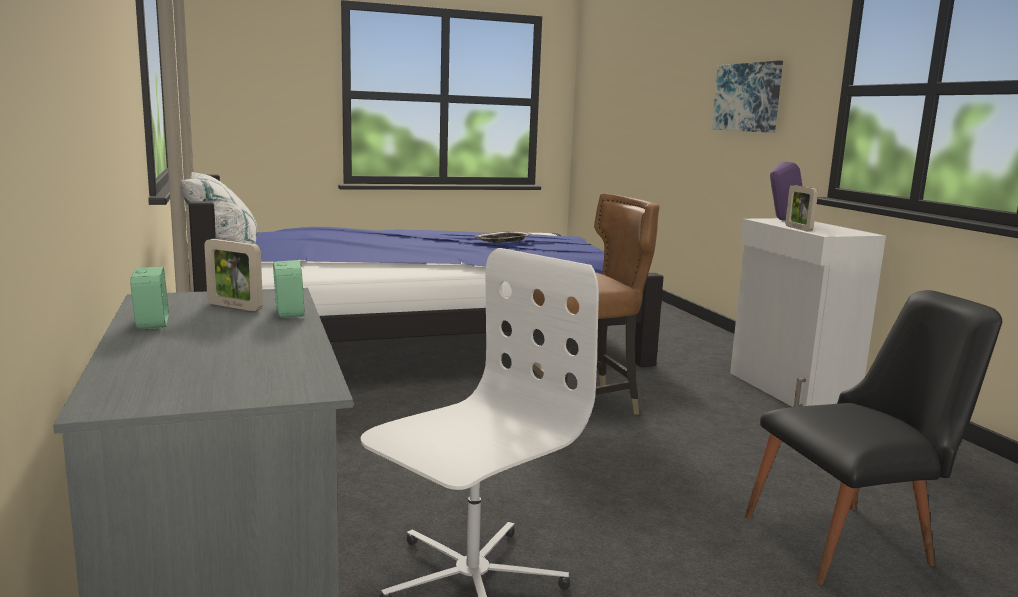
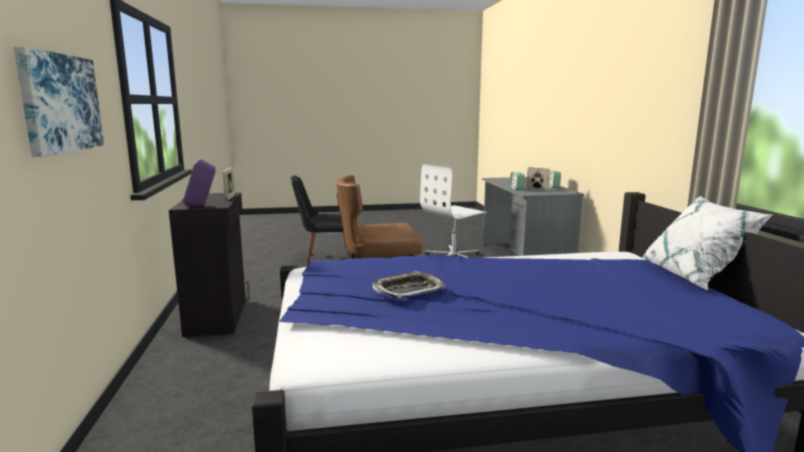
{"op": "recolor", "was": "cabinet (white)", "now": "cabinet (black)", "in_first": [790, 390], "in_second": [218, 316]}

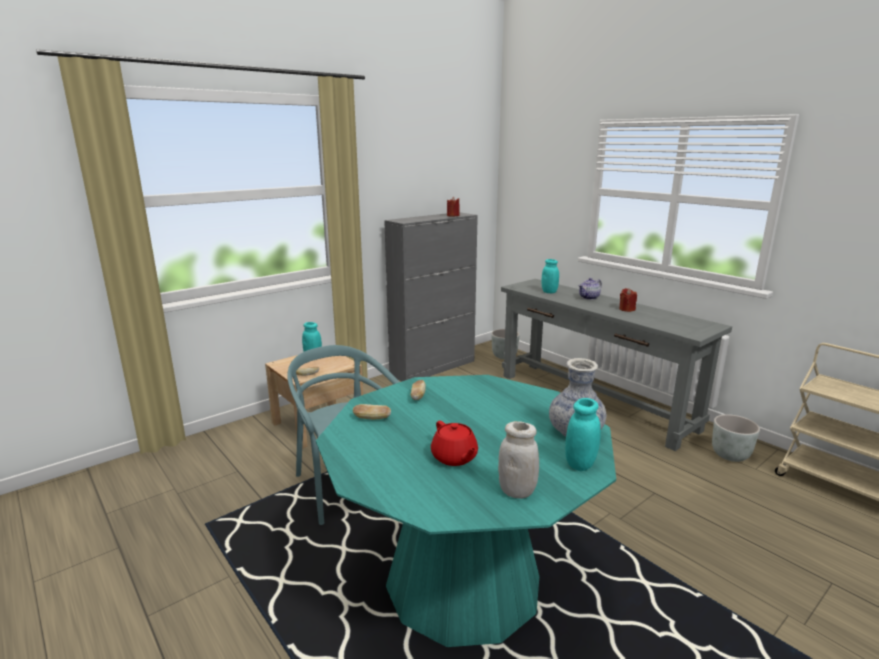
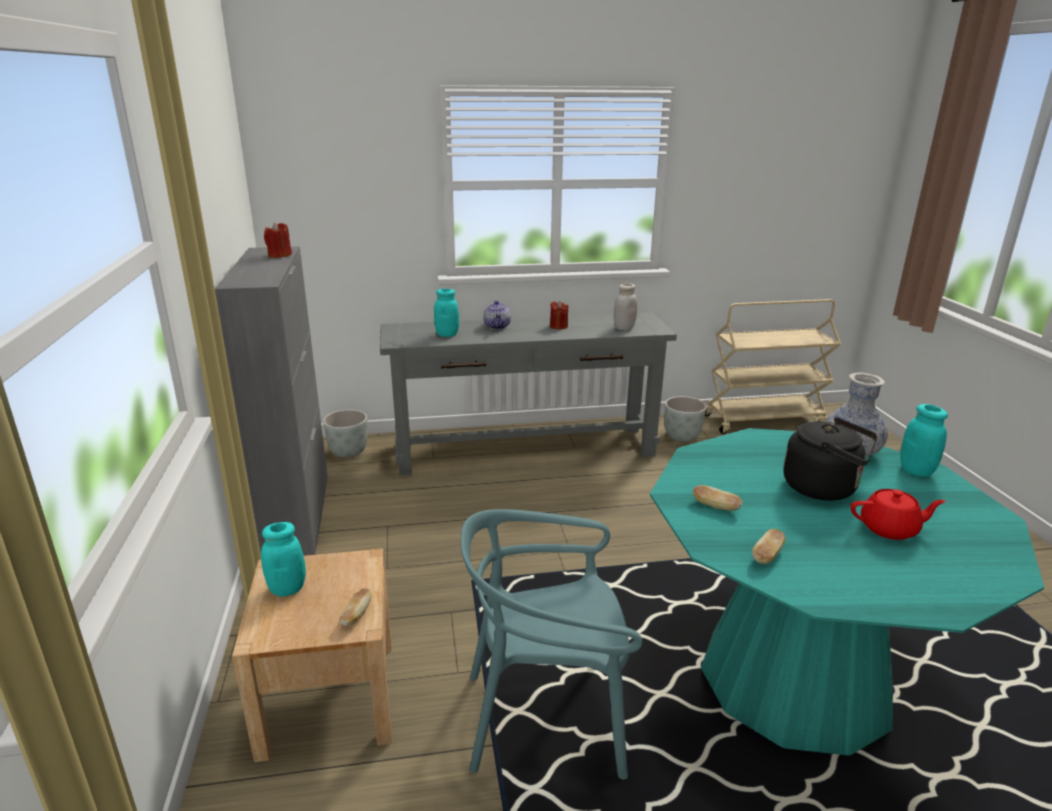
{"op": "move", "was": "jar (white)", "in_first": [517, 491], "in_second": [624, 328]}
{"op": "insert", "now": "kettle (black)", "in_second": [824, 488]}

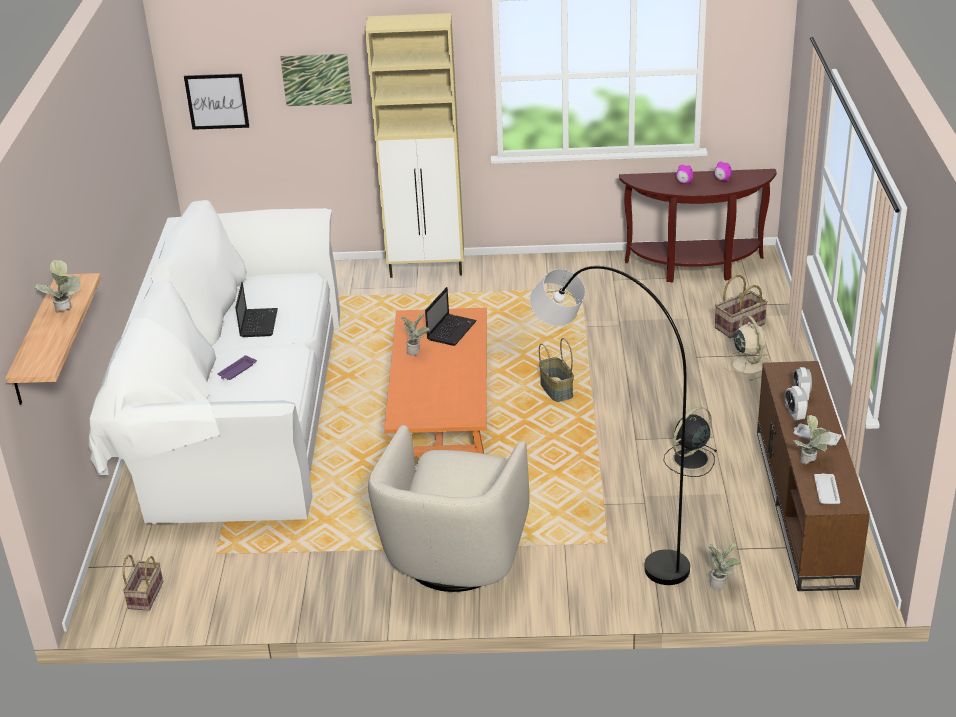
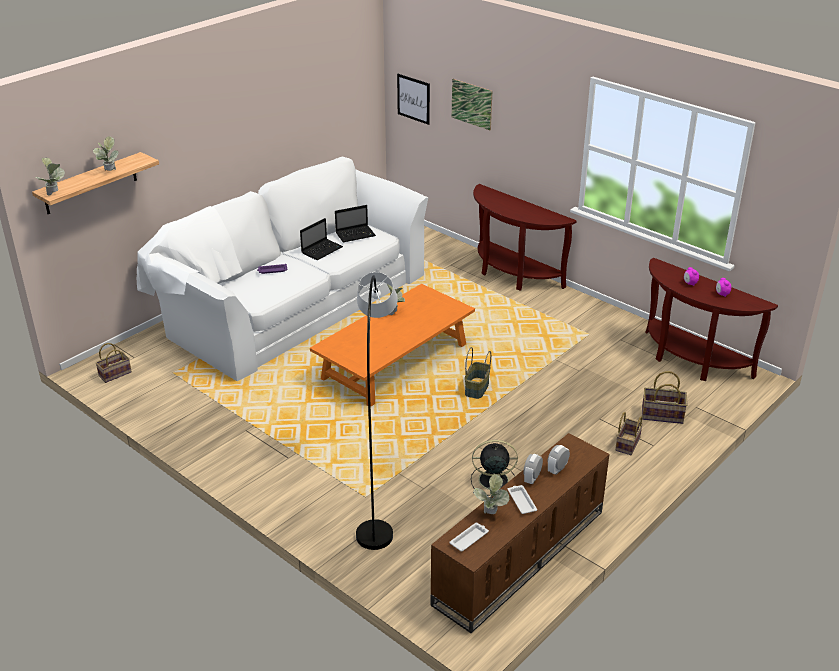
{"op": "move", "was": "potted plant", "in_first": [721, 584], "in_second": [55, 194]}
{"op": "move", "was": "laptop", "in_first": [451, 330], "in_second": [356, 234]}
{"op": "replace", "was": "cabinet (beige)", "now": "console table (brown)", "in_first": [427, 269], "in_second": [512, 274]}
{"op": "replace", "was": "fan (beige)", "now": "basket", "in_first": [747, 364], "in_second": [627, 443]}
{"op": "delete", "was": "armchair (beige)", "in_first": [455, 558]}

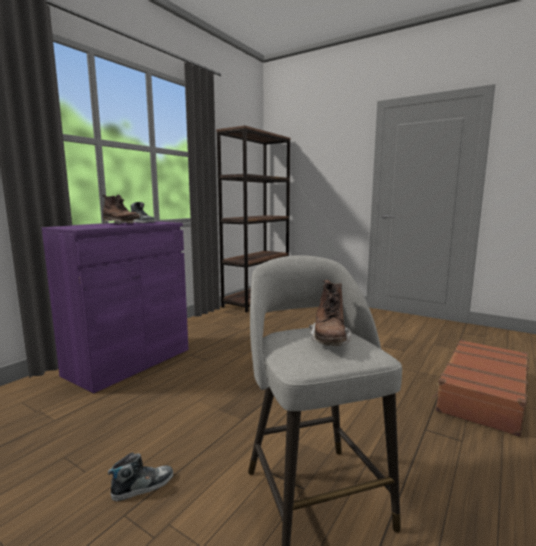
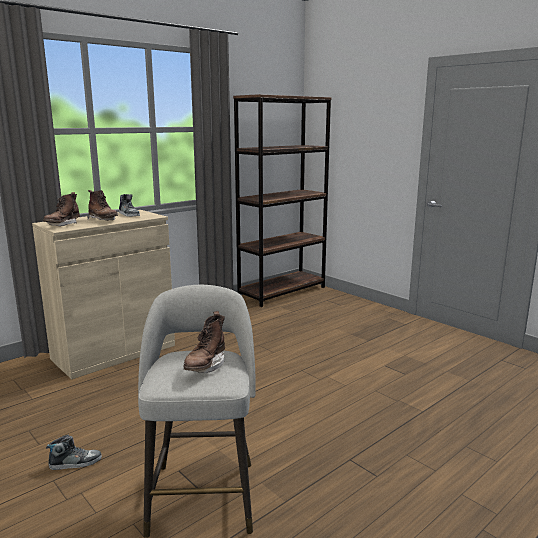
{"op": "recolor", "was": "cabinet (purple)", "now": "cabinet (beige)", "in_first": [129, 362], "in_second": [114, 352]}
{"op": "insert", "now": "boot (brown)", "in_second": [62, 225]}
{"op": "delete", "was": "suitcase (brown)", "in_first": [481, 394]}

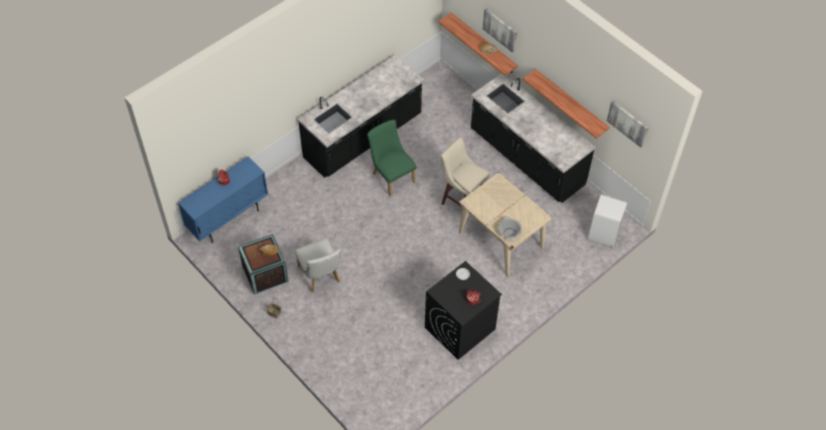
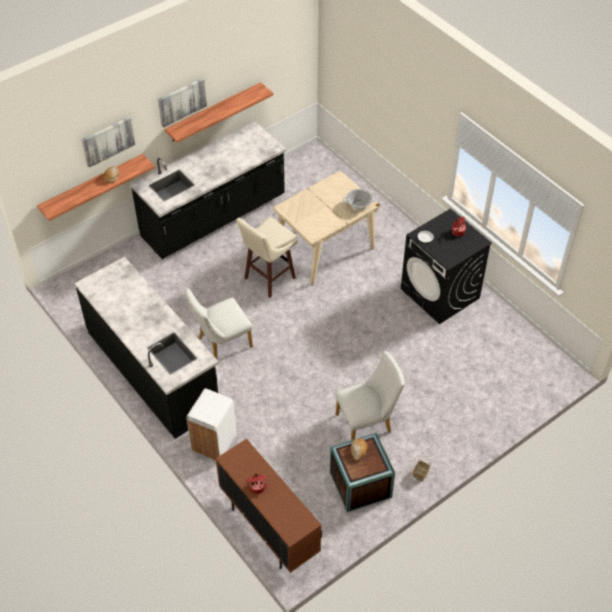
{"op": "move", "was": "picture", "in_first": [628, 123], "in_second": [182, 101]}
{"op": "recolor", "was": "chair (green)", "now": "chair (white)", "in_first": [391, 176], "in_second": [221, 343]}
{"op": "move", "was": "trash can (white)", "in_first": [603, 235], "in_second": [215, 443]}
{"op": "recolor", "was": "cabinet (blue)", "now": "cabinet (brown)", "in_first": [228, 219], "in_second": [269, 529]}

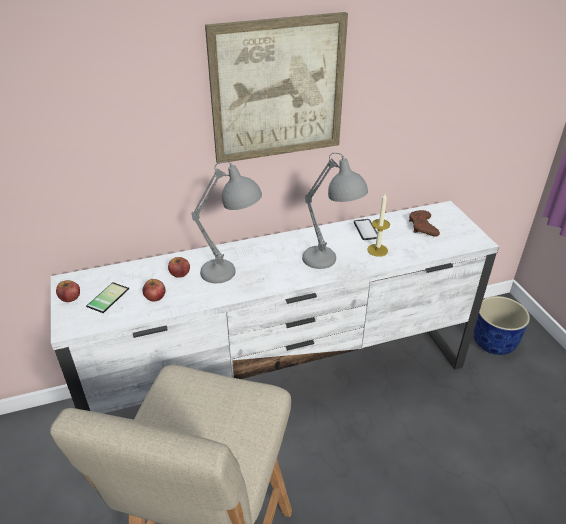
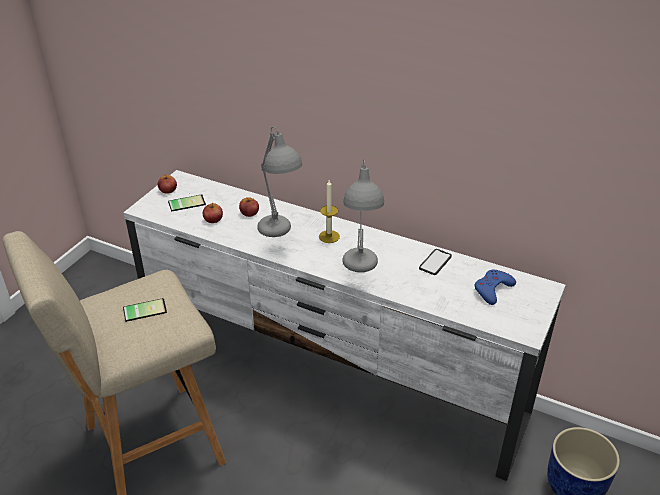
{"op": "insert", "now": "phone", "in_second": [144, 308]}
{"op": "move", "was": "candle", "in_first": [377, 250], "in_second": [329, 236]}
{"op": "recolor", "was": "game controller (brown)", "now": "game controller (blue)", "in_first": [422, 226], "in_second": [492, 289]}
{"op": "delete", "was": "picture", "in_first": [278, 90]}

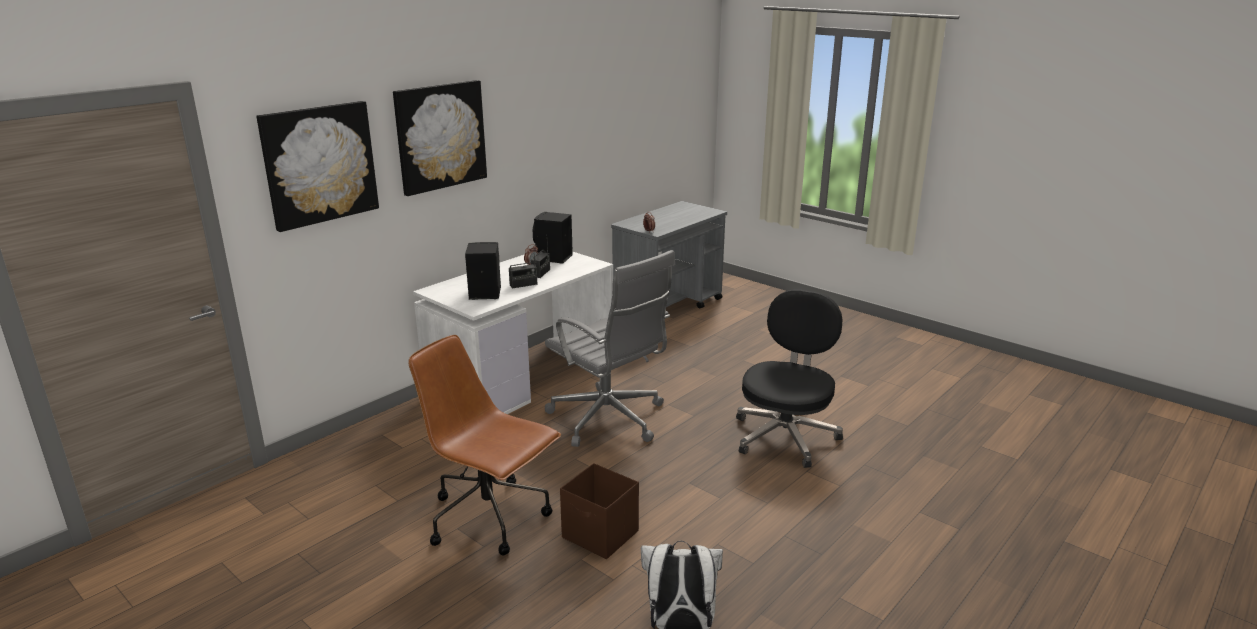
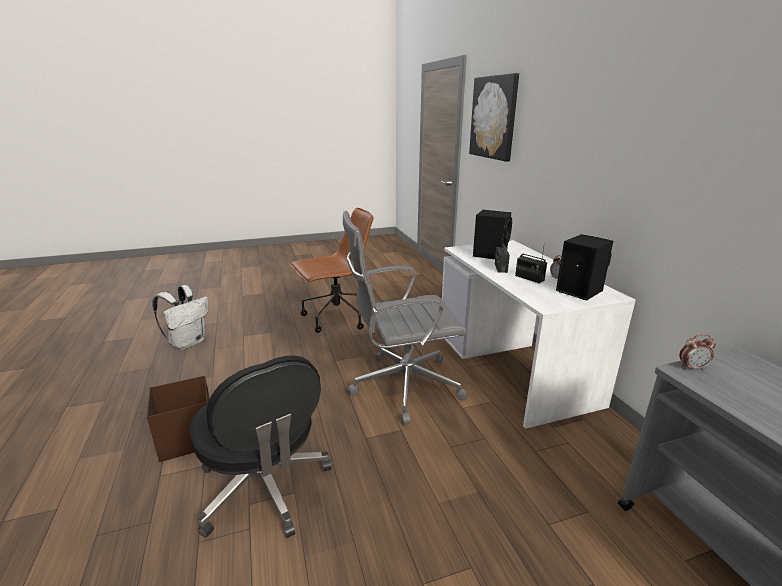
{"op": "move", "was": "storage box (brown)", "in_first": [600, 535], "in_second": [187, 438]}
{"op": "delete", "was": "picture", "in_first": [440, 136]}

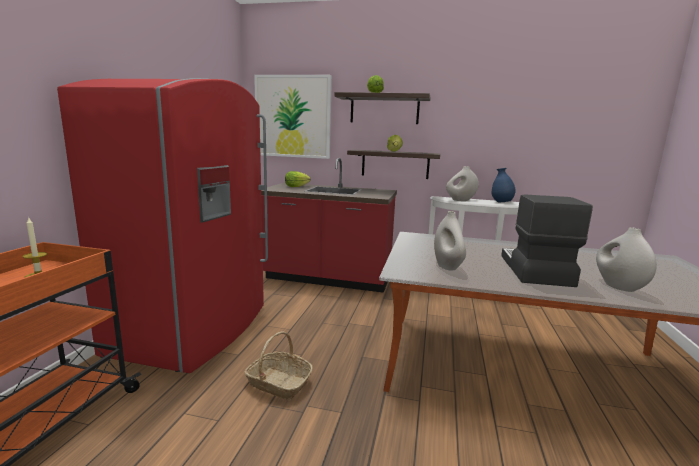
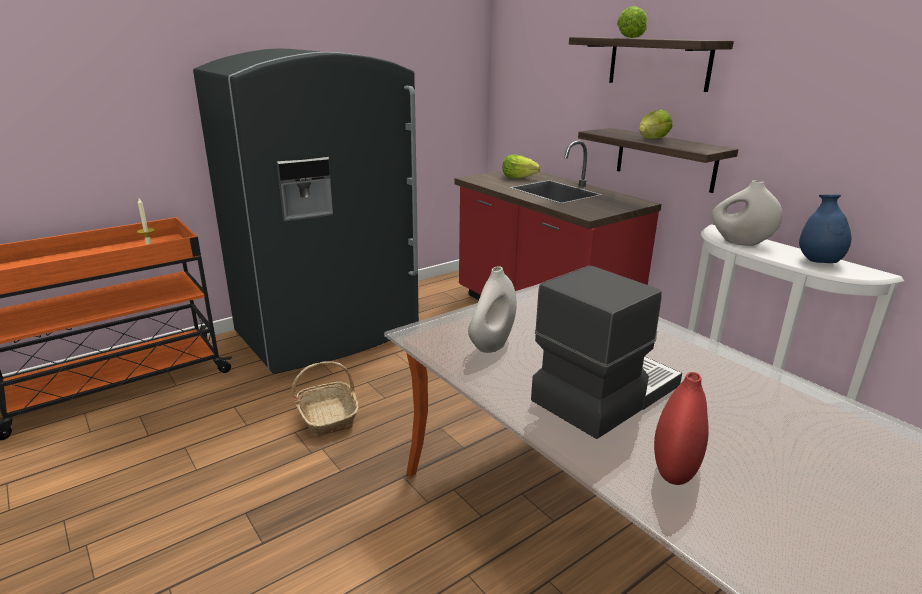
{"op": "recolor", "was": "fridge (red)", "now": "fridge (grey)", "in_first": [194, 330], "in_second": [329, 333]}
{"op": "recolor", "was": "vase (white)", "now": "vase (red)", "in_first": [618, 286], "in_second": [675, 468]}
{"op": "delete", "was": "picture", "in_first": [293, 117]}

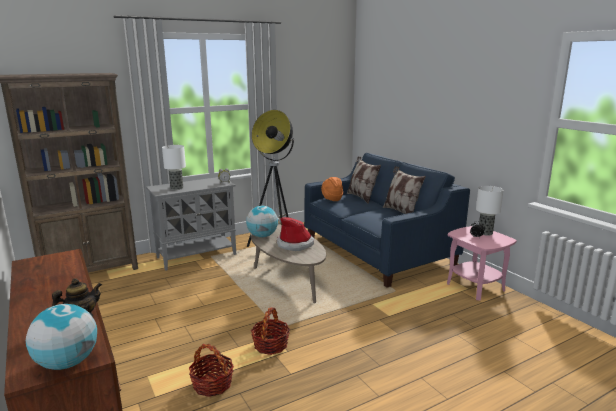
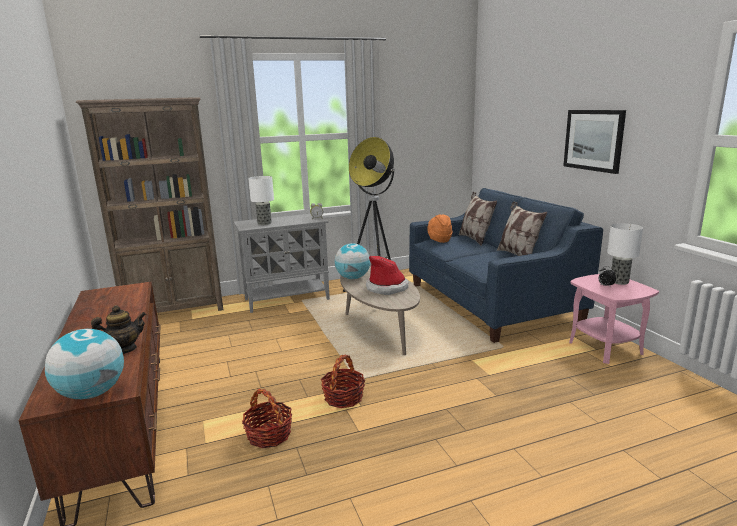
{"op": "insert", "now": "picture", "in_second": [593, 140]}

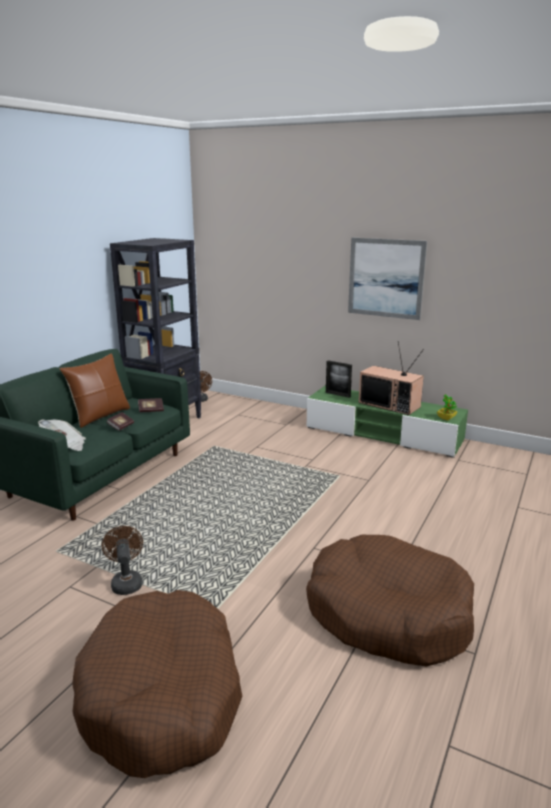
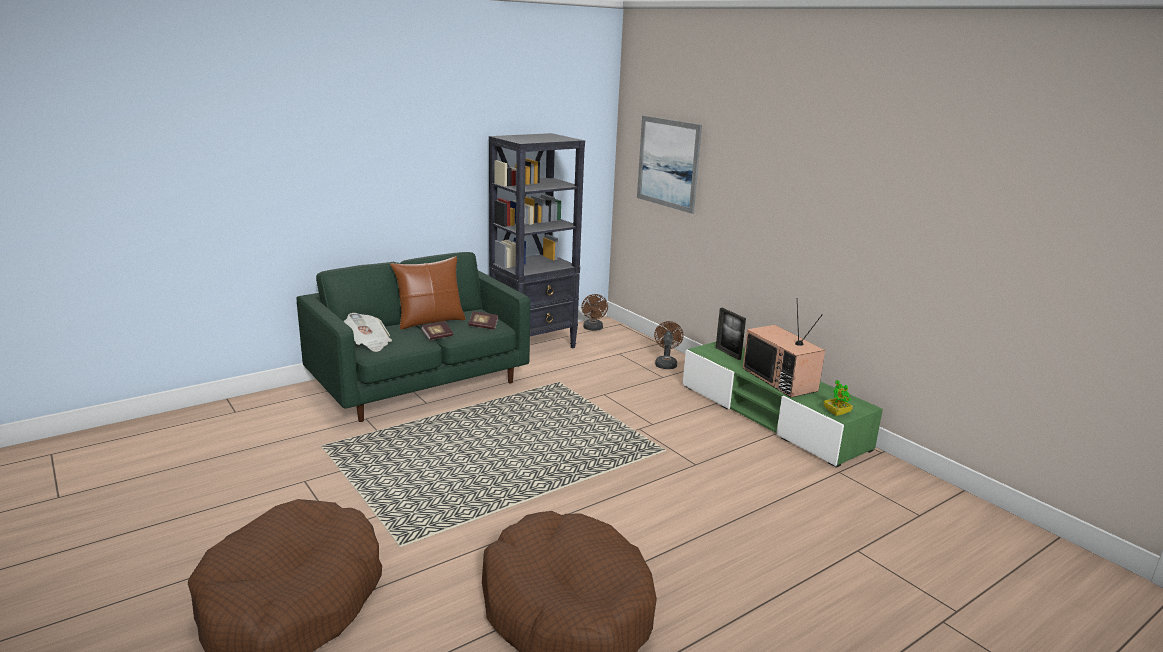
{"op": "move", "was": "picture", "in_first": [386, 278], "in_second": [668, 163]}
{"op": "move", "was": "fan (brown)", "in_first": [126, 582], "in_second": [666, 363]}

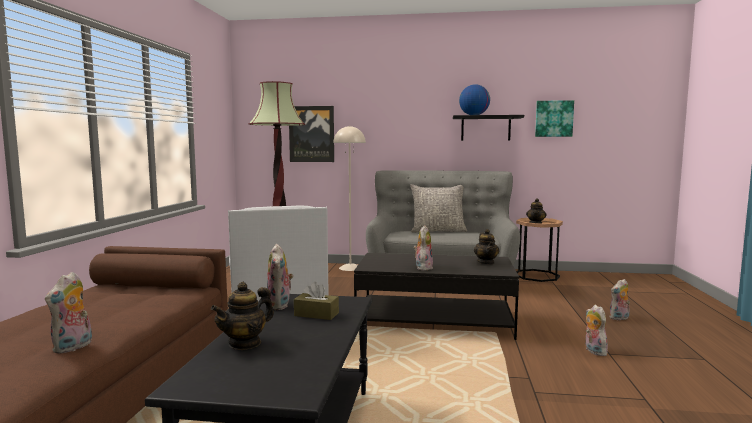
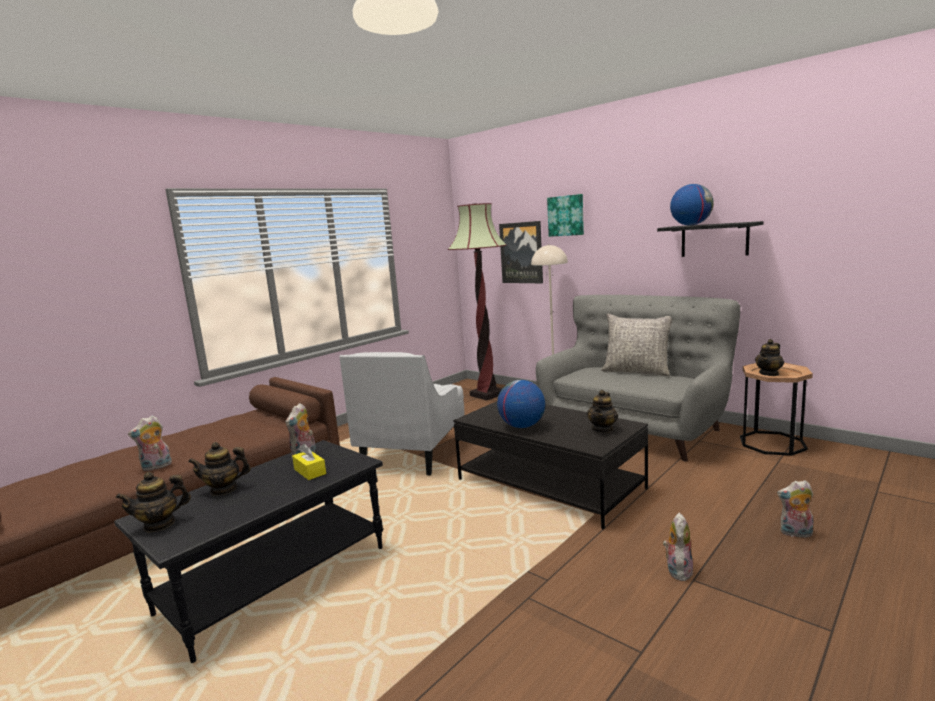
{"op": "insert", "now": "teapot", "in_second": [159, 524]}
{"op": "recolor", "was": "tissue box (brown)", "now": "tissue box (yellow)", "in_first": [316, 314], "in_second": [310, 471]}
{"op": "replace", "was": "plush toy", "now": "globe", "in_first": [423, 267], "in_second": [522, 426]}
{"op": "move", "was": "picture", "in_first": [554, 118], "in_second": [566, 215]}

